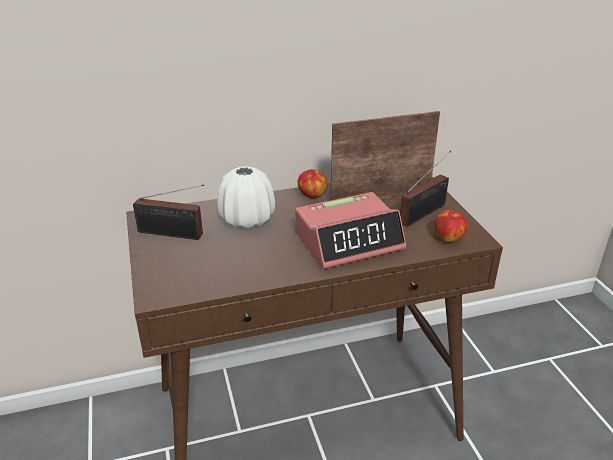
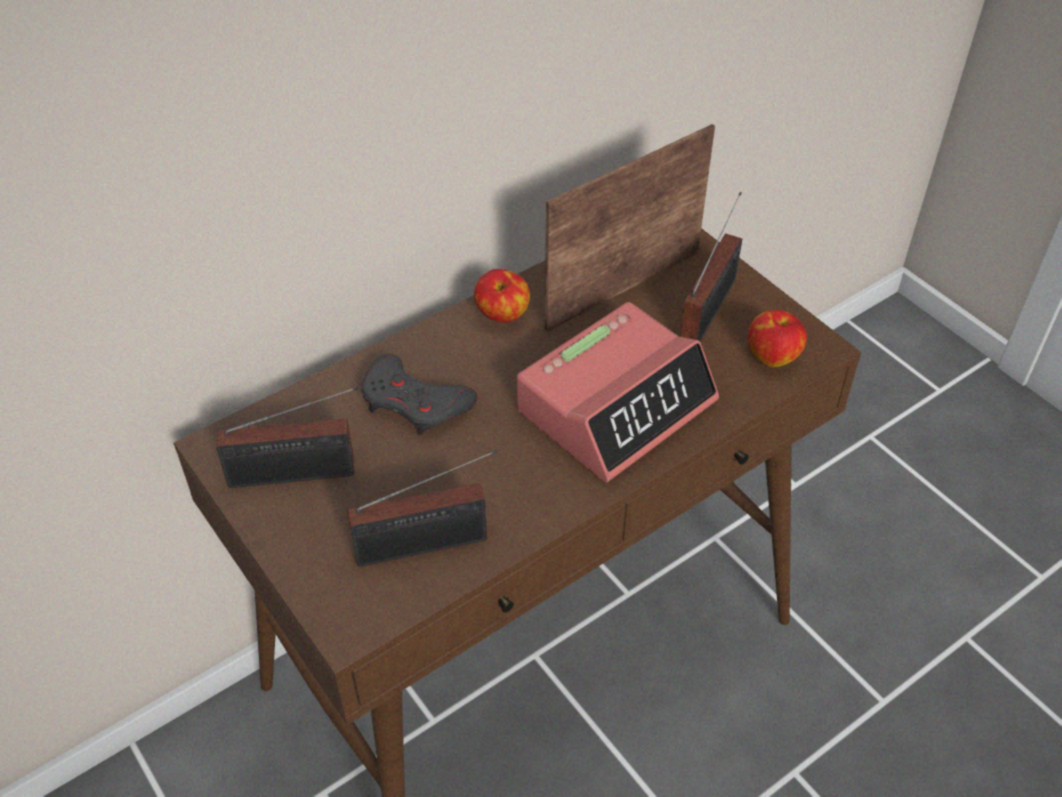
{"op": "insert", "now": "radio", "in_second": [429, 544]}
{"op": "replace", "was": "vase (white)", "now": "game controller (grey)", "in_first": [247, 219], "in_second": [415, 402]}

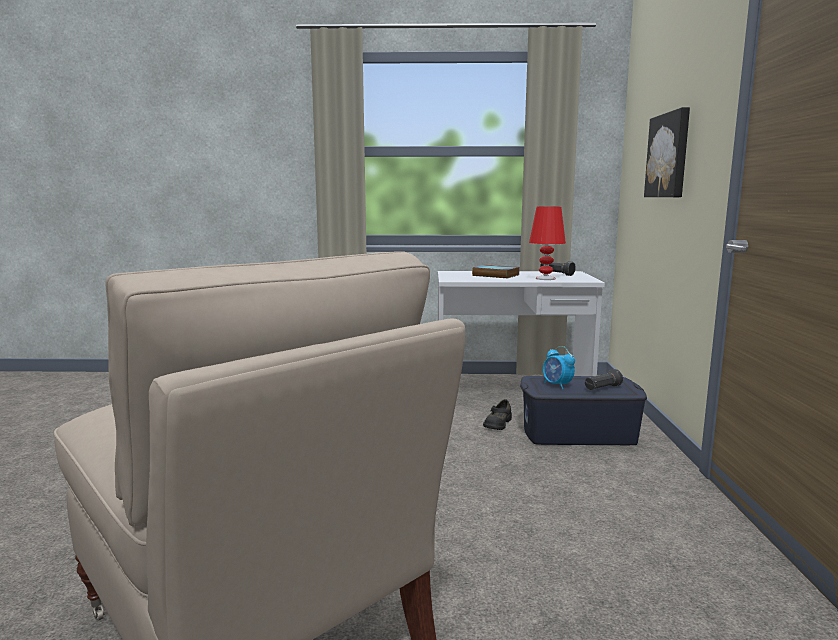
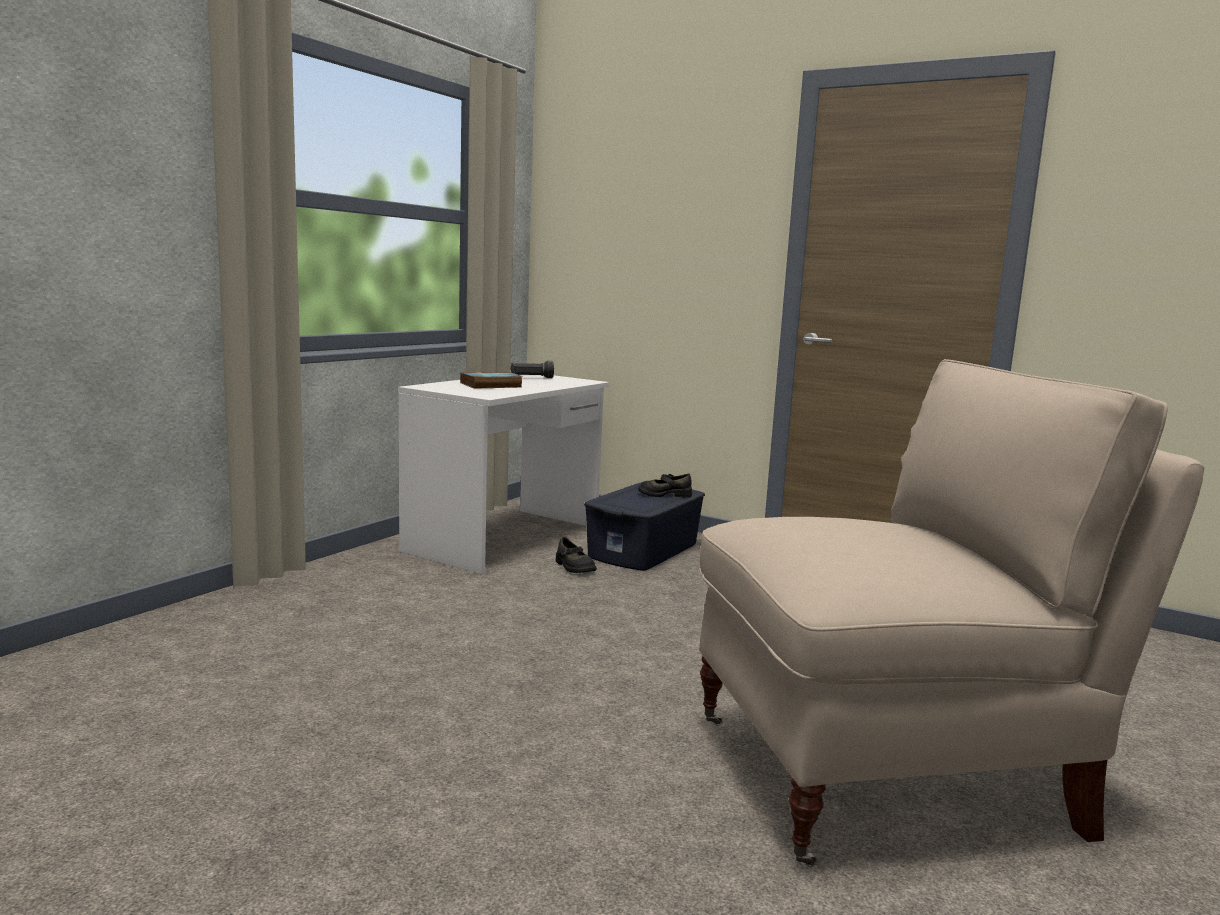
{"op": "replace", "was": "flashlight (black)", "now": "shoe (black)", "in_first": [602, 388], "in_second": [664, 494]}
{"op": "delete", "was": "table lamp (red)", "in_first": [545, 278]}
{"op": "delete", "was": "alarm clock", "in_first": [557, 385]}
{"op": "delete", "was": "picture", "in_first": [669, 155]}

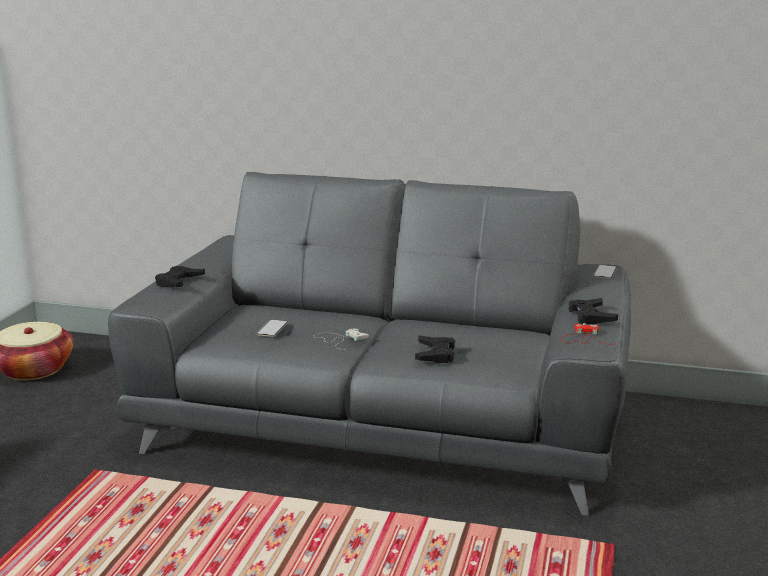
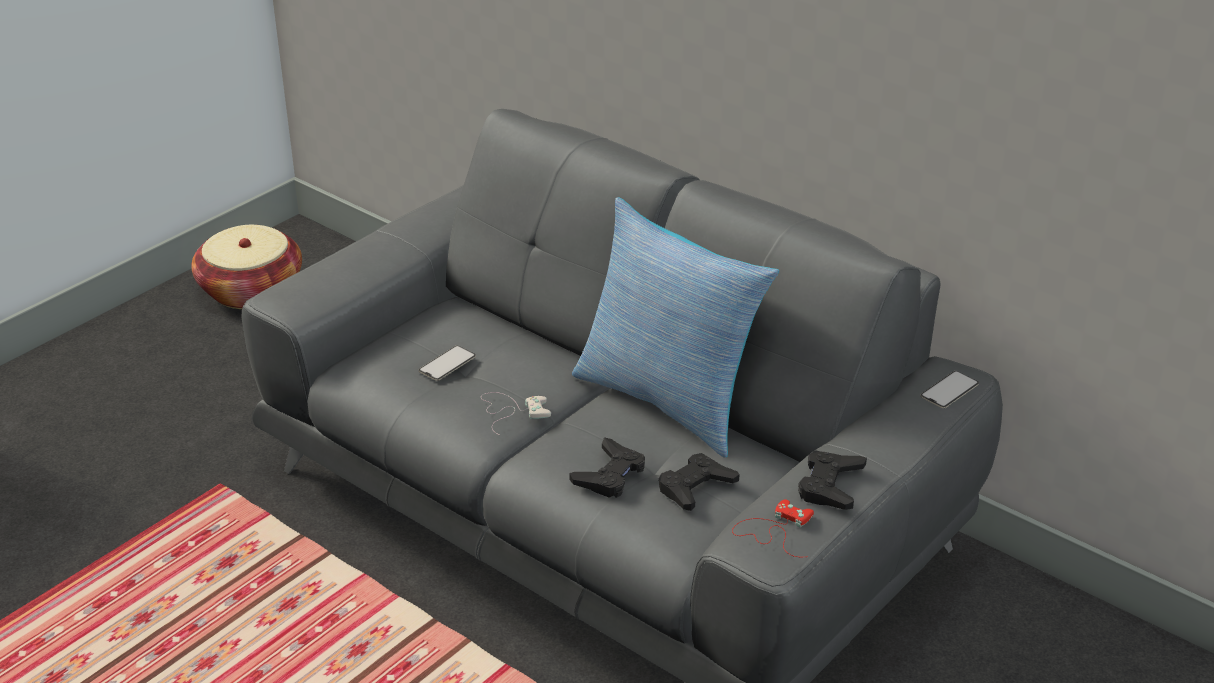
{"op": "insert", "now": "pillow", "in_second": [669, 400]}
{"op": "move", "was": "game controller (black)", "in_first": [179, 281], "in_second": [695, 487]}

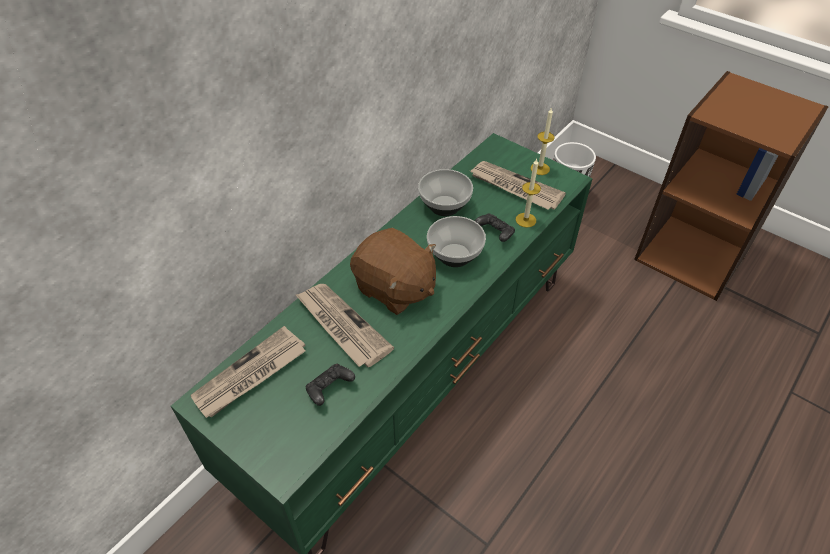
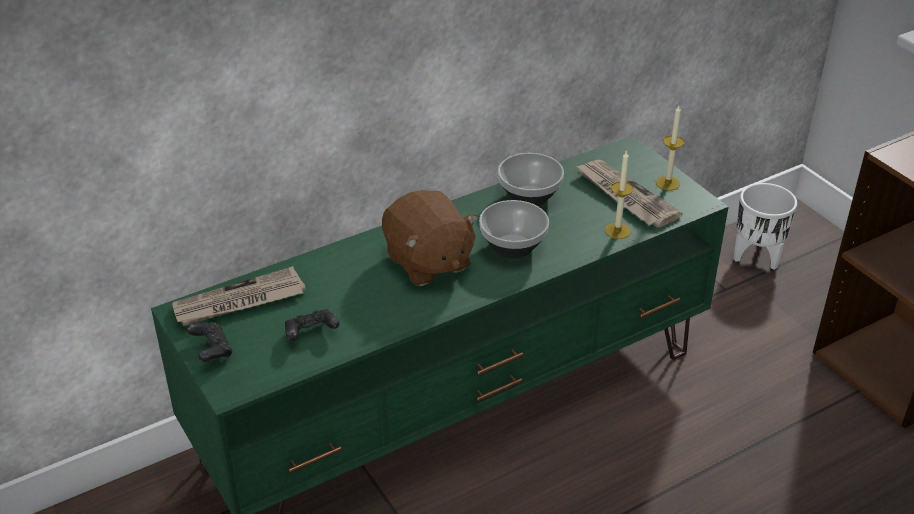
{"op": "move", "was": "game controller (black)", "in_first": [495, 233], "in_second": [211, 350]}
{"op": "delete", "was": "newspaper", "in_first": [341, 326]}

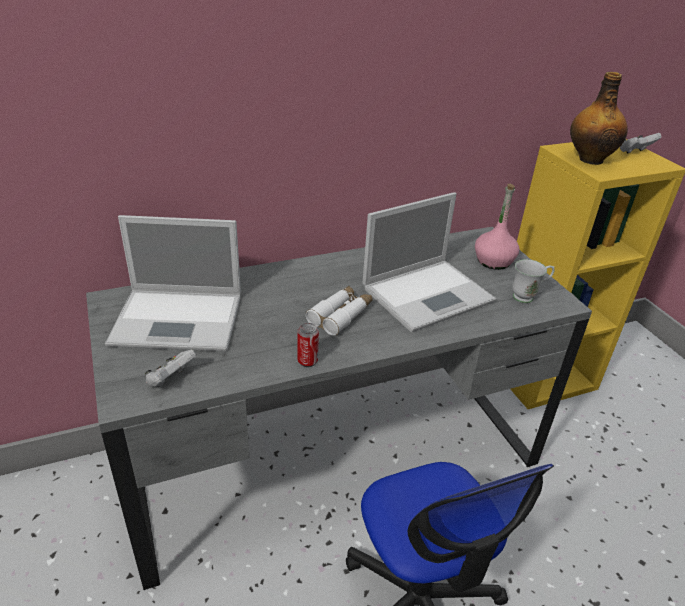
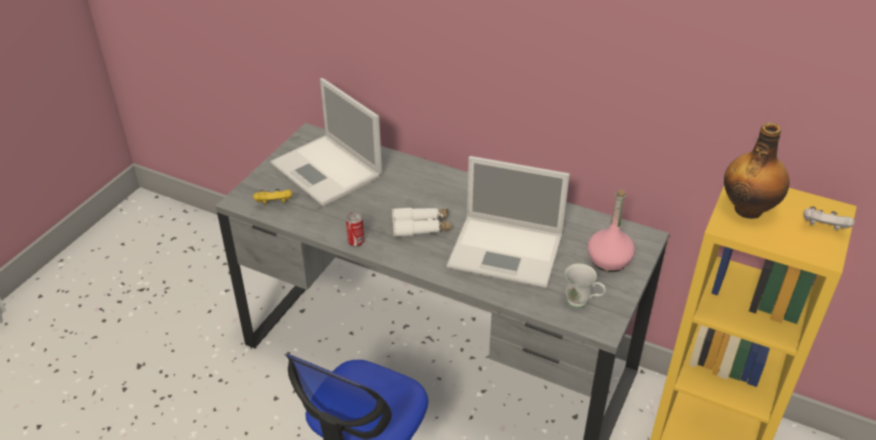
{"op": "recolor", "was": "game controller (white)", "now": "game controller (yellow)", "in_first": [171, 379], "in_second": [274, 204]}

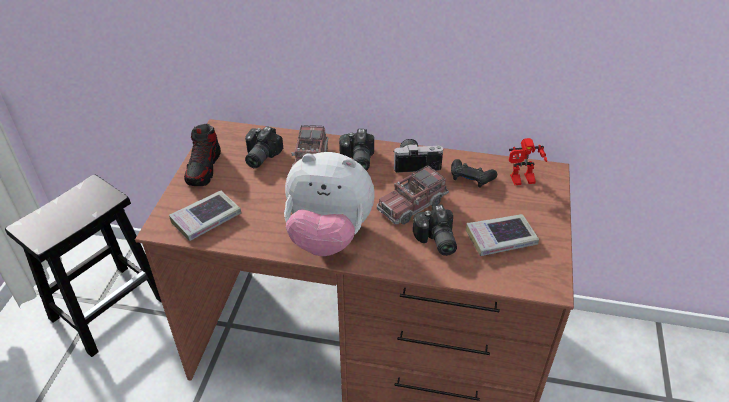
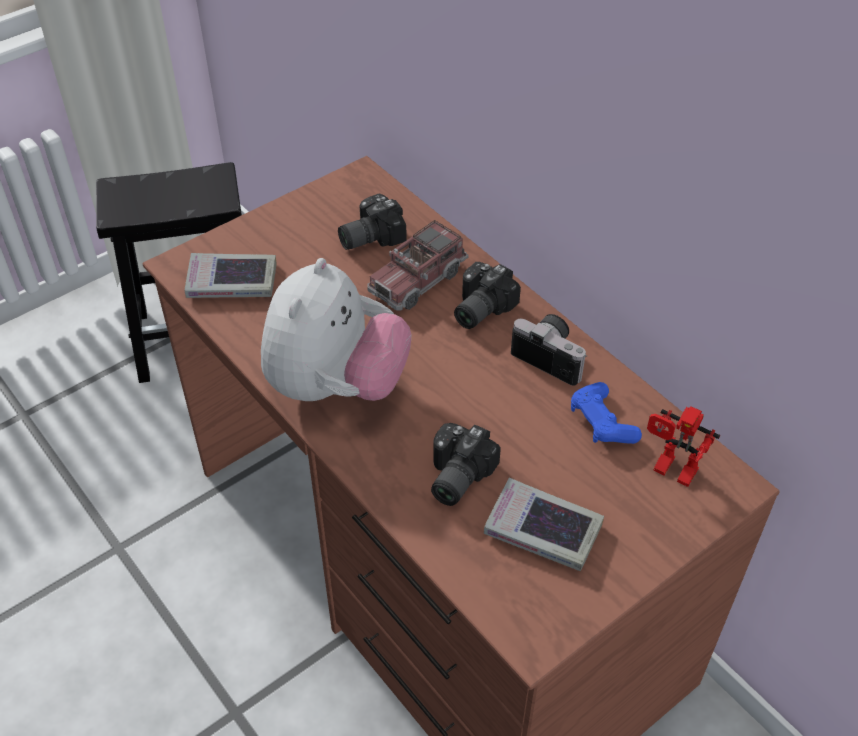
{"op": "rotate", "was": "plush toy", "in_first": [328, 236], "in_second": [336, 386], "clockwise": -120}
{"op": "recolor", "was": "game controller (black)", "now": "game controller (blue)", "in_first": [471, 178], "in_second": [602, 422]}
{"op": "delete", "was": "shoe", "in_first": [204, 168]}
{"op": "delete", "was": "toy truck", "in_first": [412, 204]}

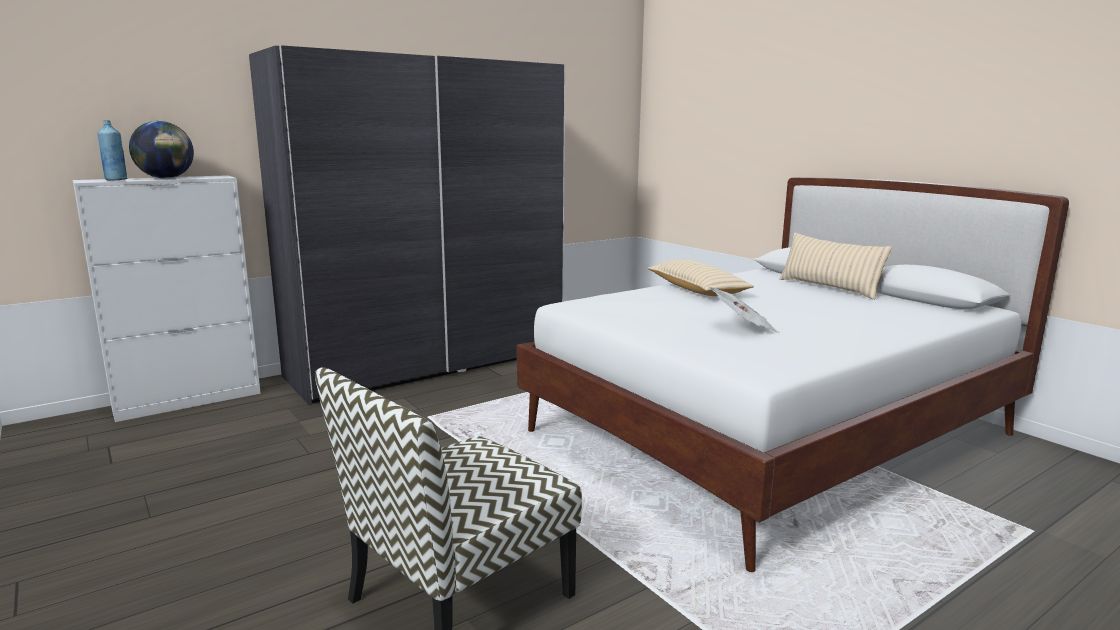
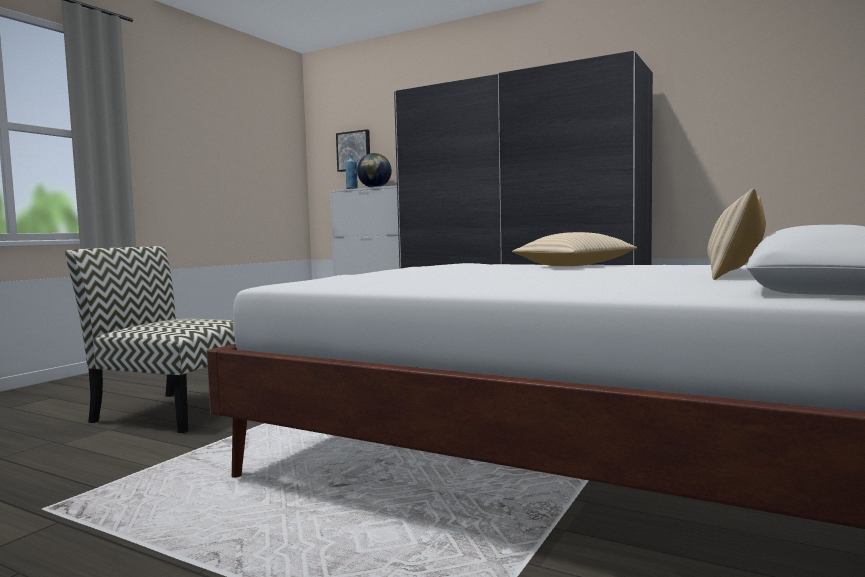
{"op": "insert", "now": "picture", "in_second": [354, 151]}
{"op": "delete", "was": "newspaper", "in_first": [743, 328]}

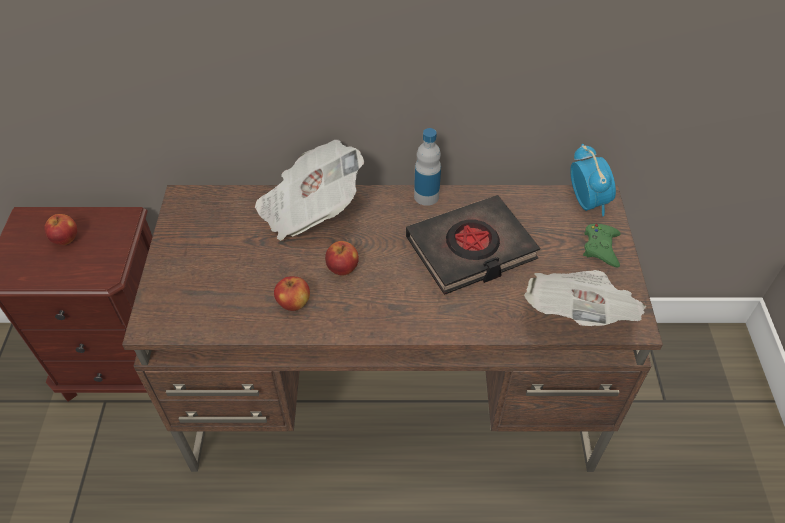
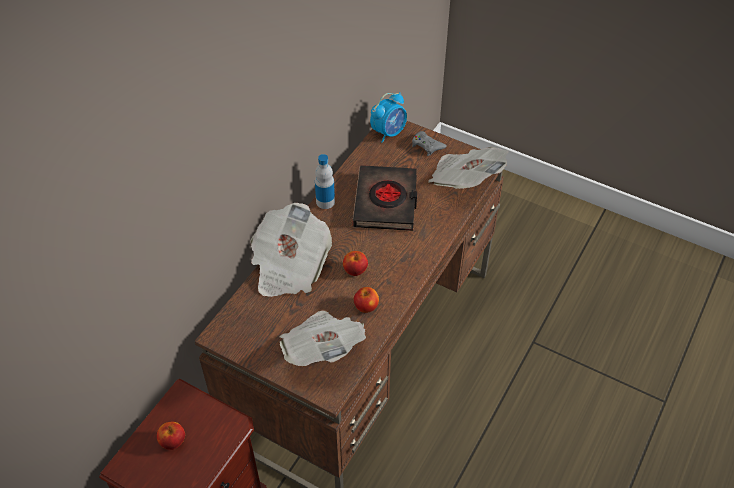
{"op": "insert", "now": "newspaper", "in_second": [322, 349]}
{"op": "rotate", "was": "alarm clock", "in_first": [586, 202], "in_second": [389, 132], "clockwise": 120}
{"op": "recolor", "was": "game controller (green)", "now": "game controller (grey)", "in_first": [601, 248], "in_second": [427, 146]}

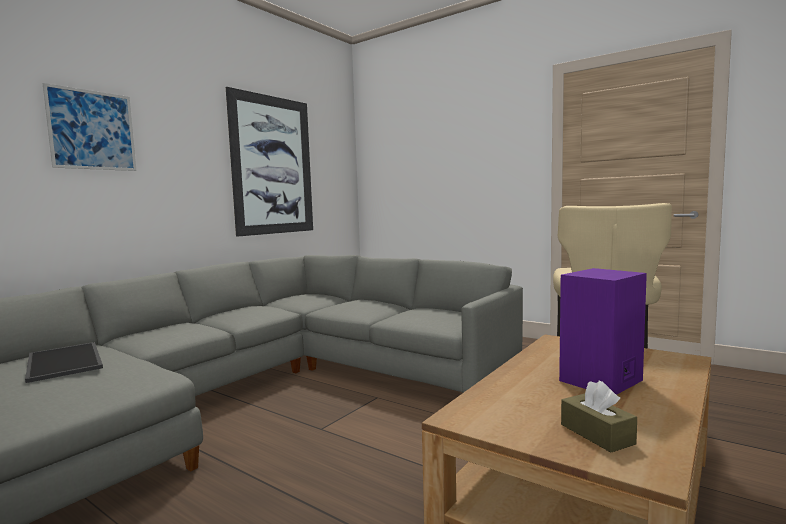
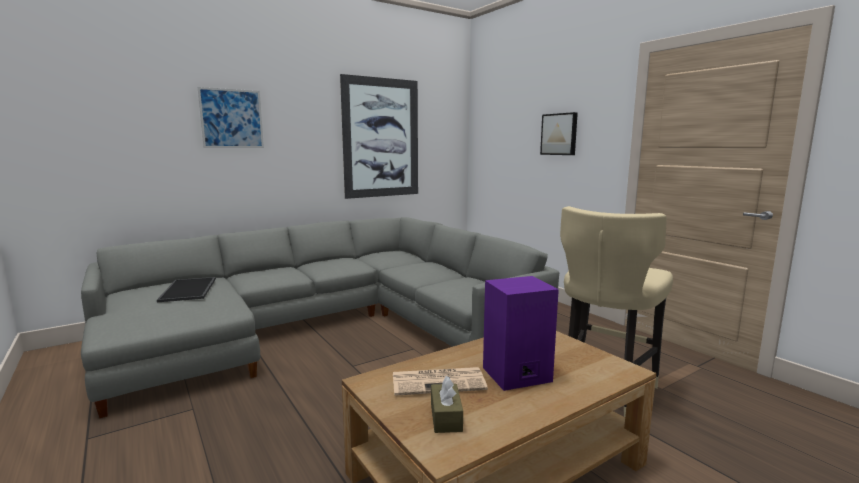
{"op": "insert", "now": "newspaper", "in_second": [439, 381]}
{"op": "insert", "now": "picture", "in_second": [559, 134]}

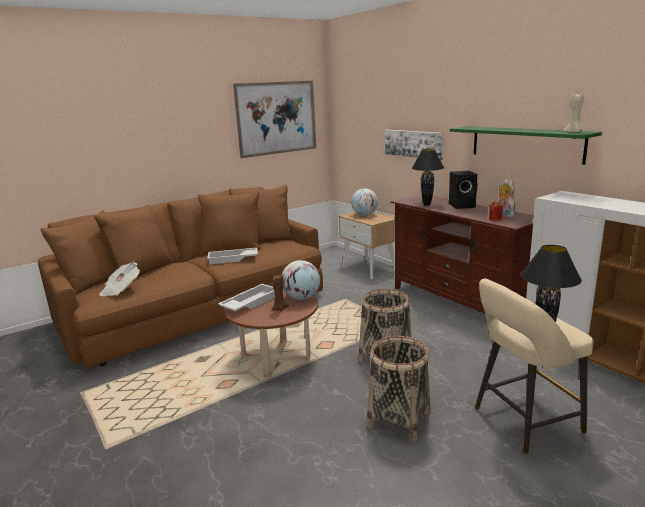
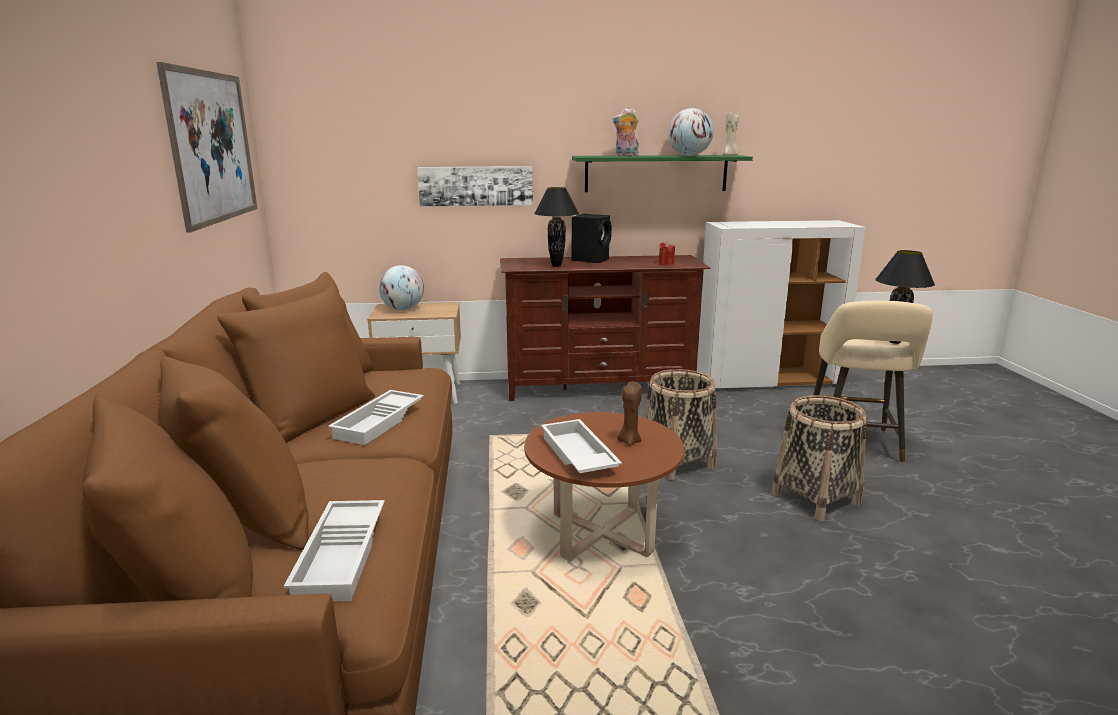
{"op": "replace", "was": "newspaper", "now": "tray (white)", "in_first": [121, 290], "in_second": [343, 556]}
{"op": "move", "was": "plush toy", "in_first": [504, 215], "in_second": [626, 156]}
{"op": "move", "was": "globe", "in_first": [301, 298], "in_second": [689, 155]}

